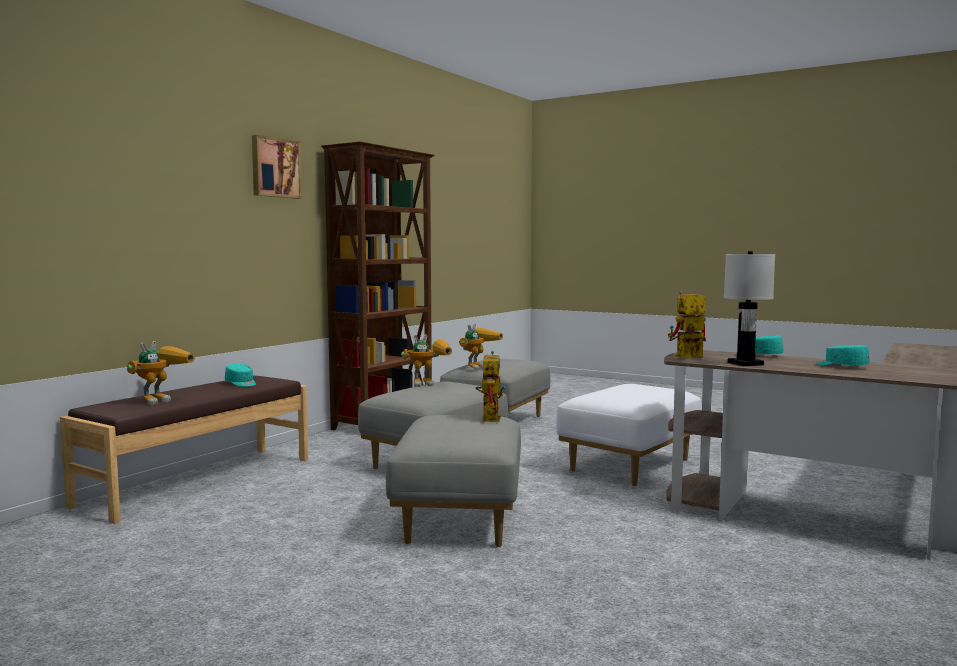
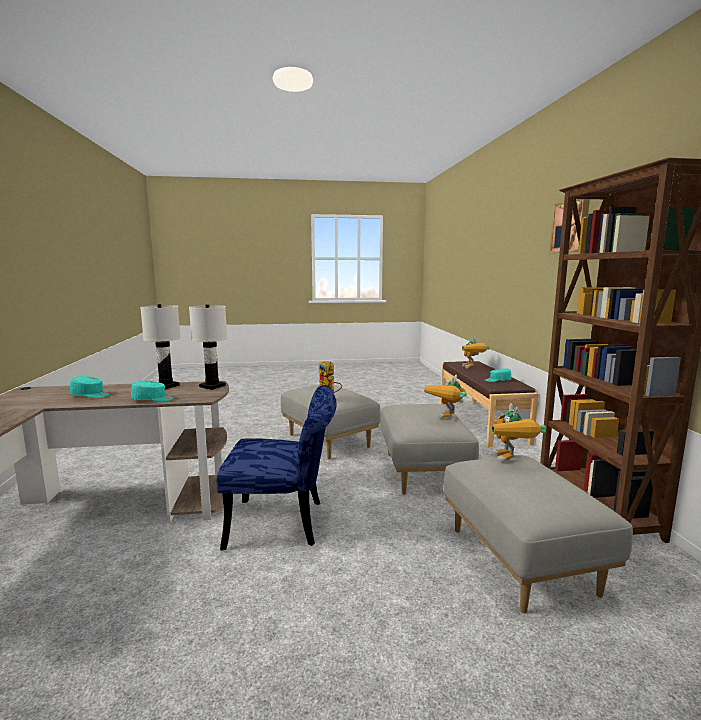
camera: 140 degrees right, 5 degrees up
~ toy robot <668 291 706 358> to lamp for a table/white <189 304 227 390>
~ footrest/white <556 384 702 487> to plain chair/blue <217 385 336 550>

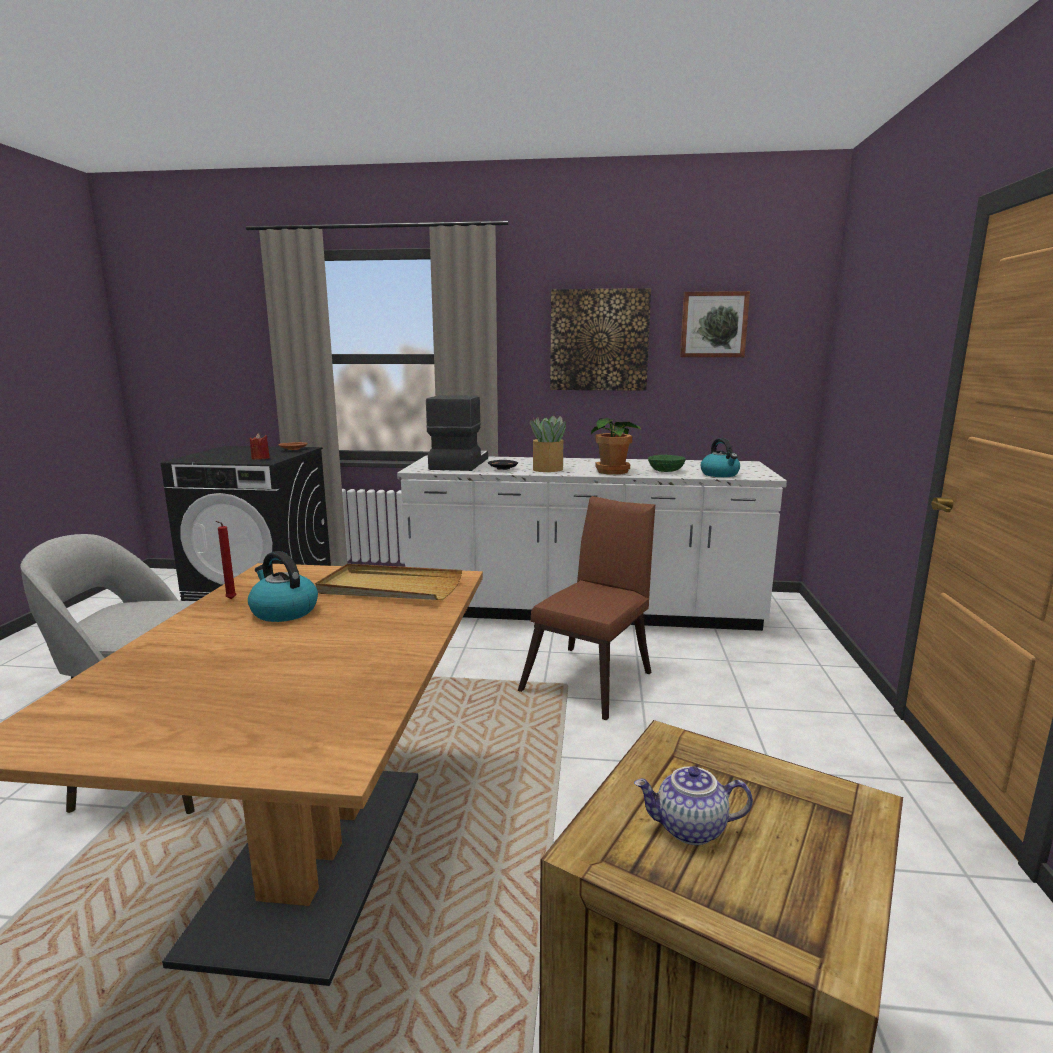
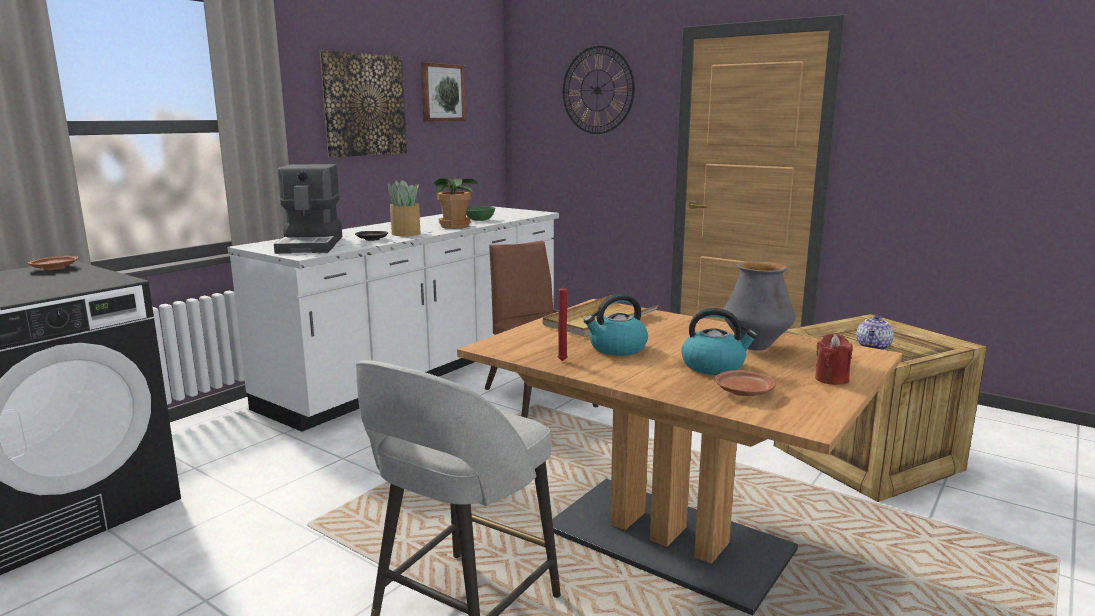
camera: 60 degrees left, 0 degrees up
~ coffee brewer <426 395 488 471> = <274 164 342 254> 135 degrees counterclockwise
~ wax candle/red-coloured <250 433 270 460> to <815 334 853 385>
~ kettle <701 438 740 477> to <681 308 758 375>
+ hanging clock <563 46 635 134>
+ flower vase <724 261 796 351>
+ plate/brown <715 370 776 396>

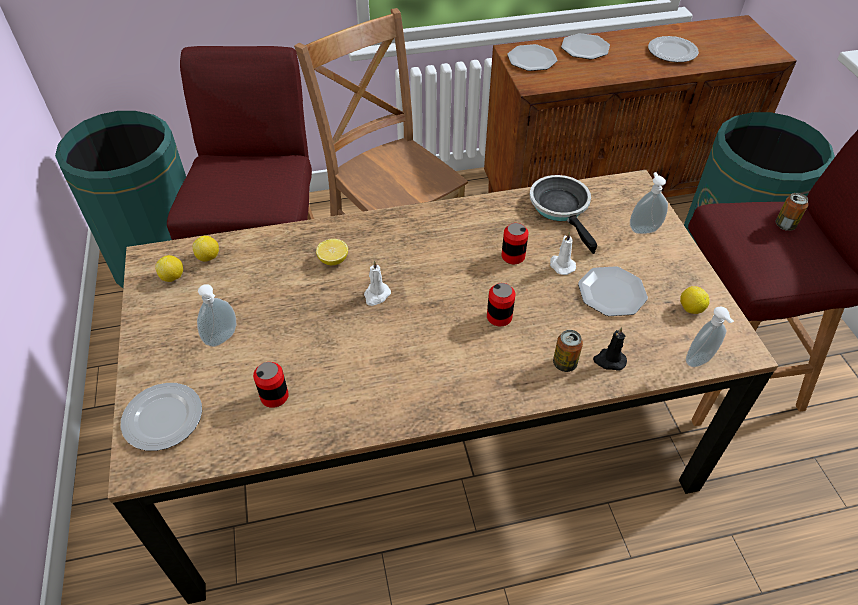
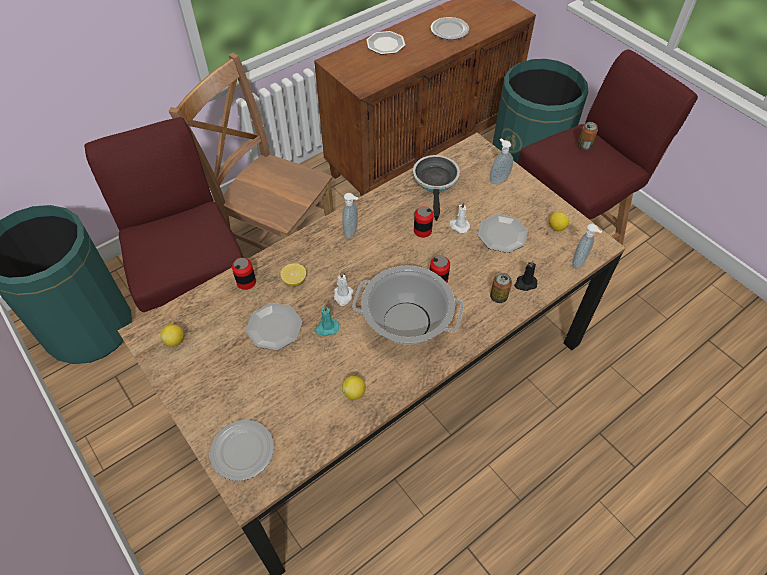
camera: 25 degrees left, 5 degrees up
~ plate <507 44 558 71> to <246 303 303 350>
~ pan <530 175 597 254> = <413 155 460 221> 45 degrees clockwise
~ citrus fruit <192 236 219 262> to <342 376 366 400>
~ soap dispenser <197 284 236 347> to <342 193 358 238>
~ metal can <253 362 289 408> to <232 258 256 290>
+ saucepot <352 265 464 345>
+ wax candle/turquoise <315 306 339 336>

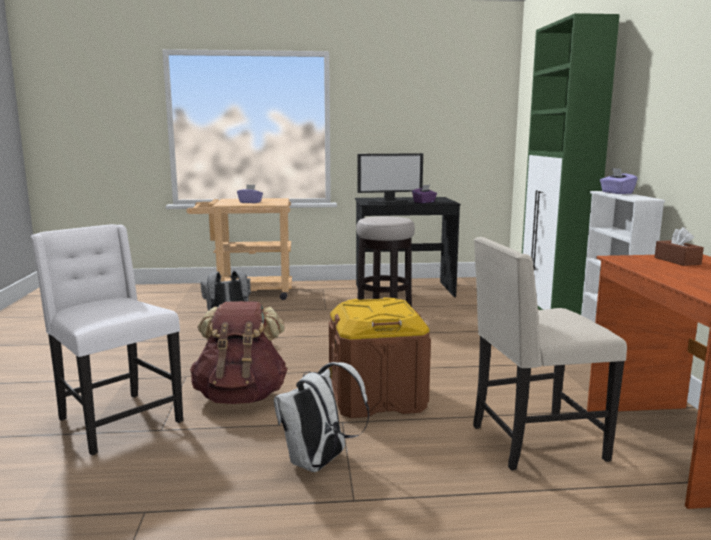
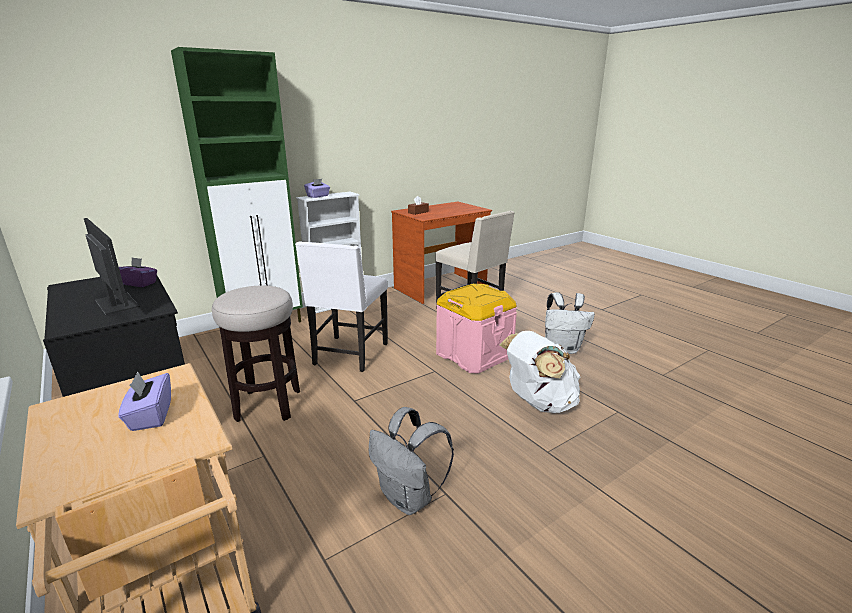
camera: 120 degrees left, 10 degrees up
~ plain chair/white <31 224 183 455> to <295 241 388 372>
~ storage box/brown <329 297 431 418> to storage box/pinkish <436 284 517 374>
~ backpack/brown <190 301 288 404> to backpack/white <500 331 580 413>

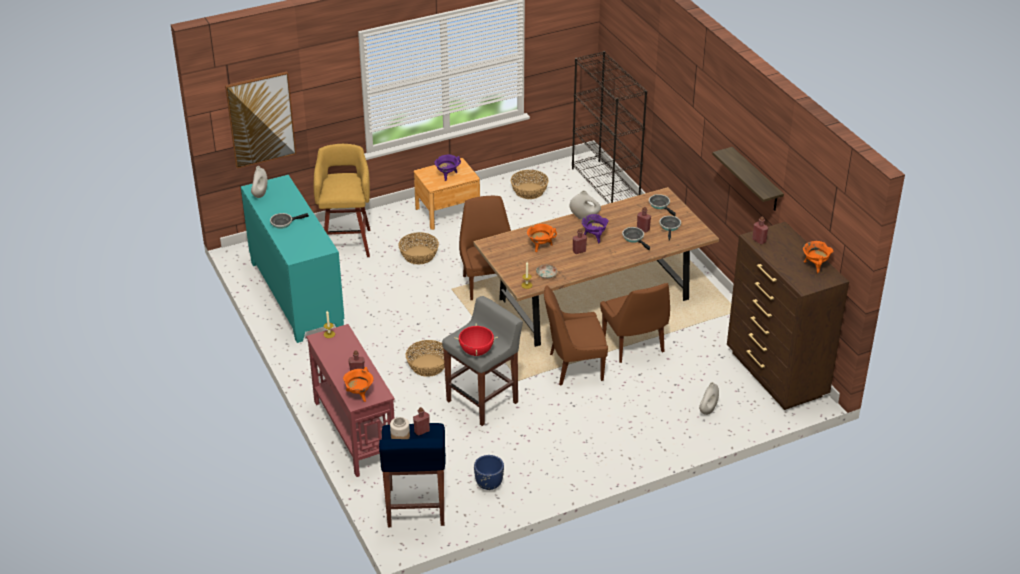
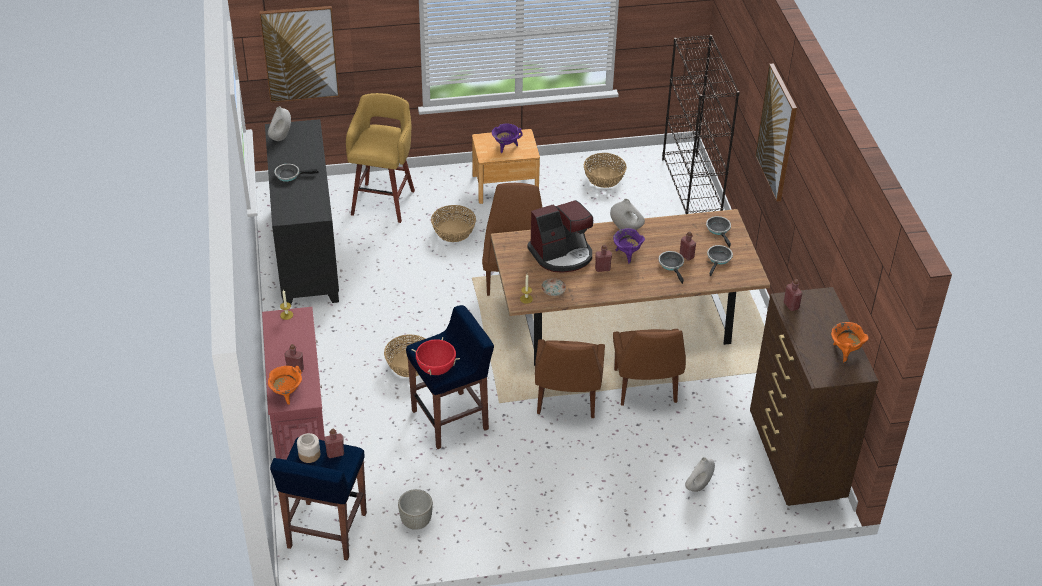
camera: 15 degrees right, 5 degrees up
- shelf <712 147 784 211>
~ cabinet/turquoise <241 175 344 343> to cabinet/black-coloured <265 119 339 304>
~ saucepot/orange <527 224 557 252> to coffee brewer <527 200 593 273>
~ plain chair/brown <544 285 608 386> = <535 339 605 418> 90 degrees counterclockwise
~ sitting stool/gray <442 296 523 426> to sitting stool/blue <406 305 494 449>
~ flower pot/blue <474 455 504 490> to flower pot/gray <398 489 433 530>
+ picture <755 63 797 202>

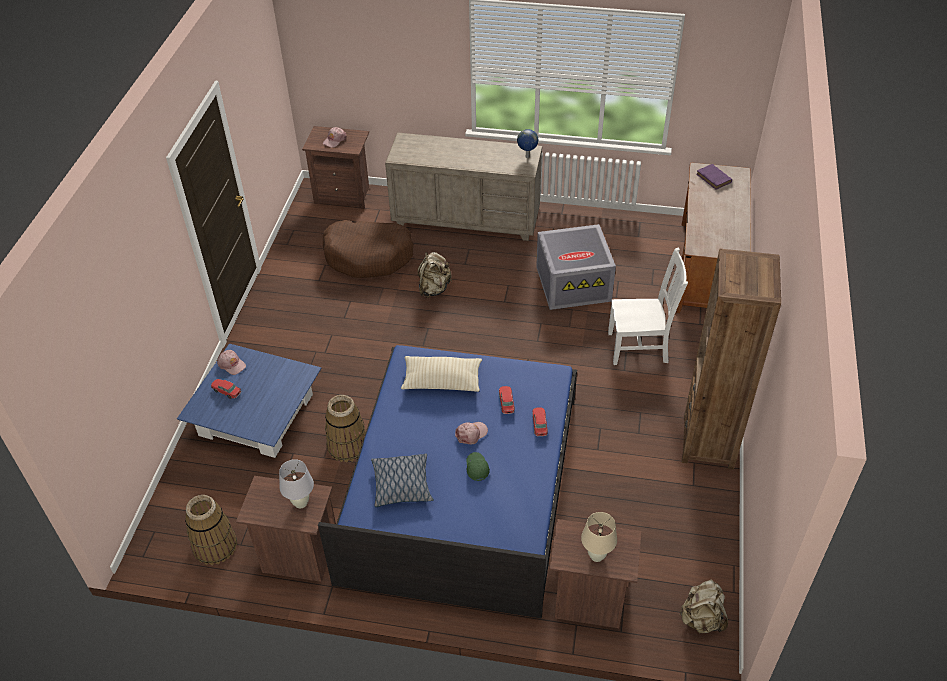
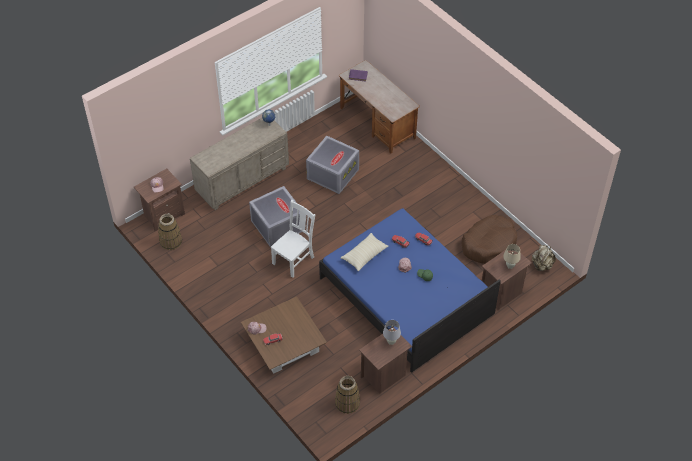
camera: 50 degrees left, 5 degrees up
~ dog cushion/brown <323 220 414 278> to <461 215 517 264>
~ plain chair/white <608 248 688 365> to <271 200 315 278>
- bookshelf/brown <682 249 781 470>
~ backpack/beige <418 252 452 298> to storage box/gray <249 186 302 247>
~ low table/blue <177 344 321 458> to low table/brown <241 296 327 374>
~ basket <325 395 366 462> to <158 214 182 250>
- throw pillow <371 453 434 507>

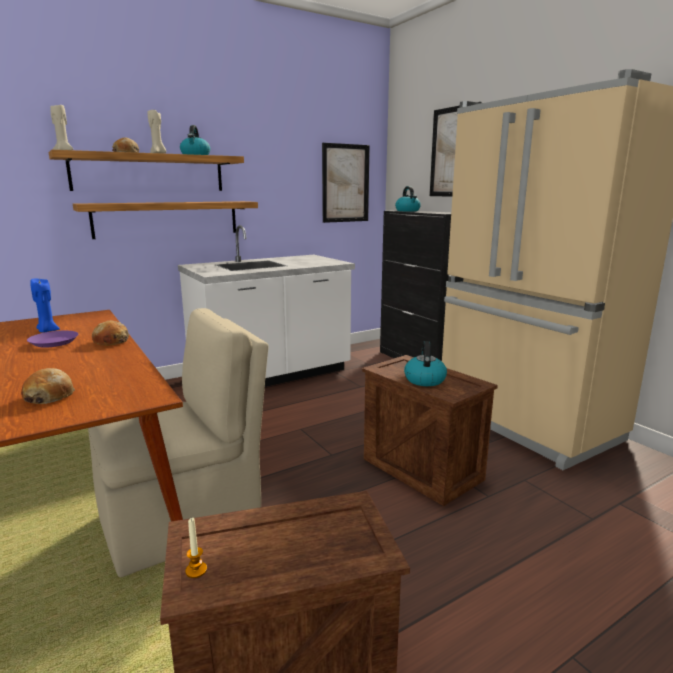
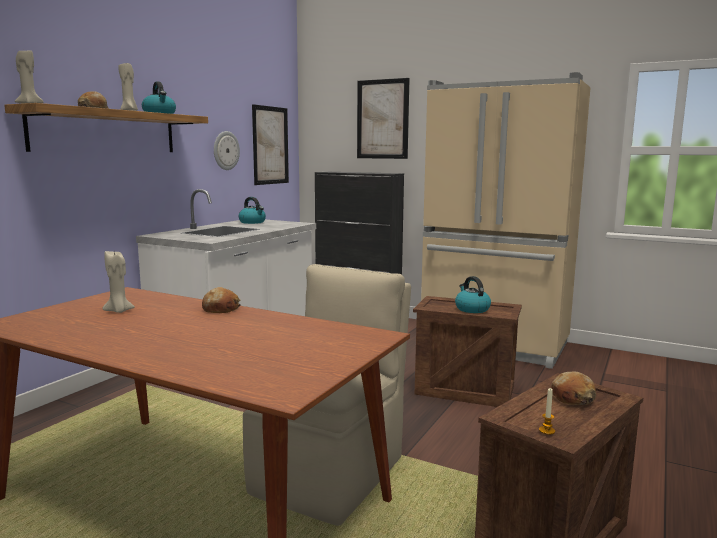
camera: 30 degrees left, 5 degrees down
~ kettle <395 186 421 211> to <239 197 266 224>
- shelf <73 201 258 239>
~ wax candle/blue <30 279 60 333> to wax candle/beige <102 250 135 313>
- plate/purple-coloured <27 331 79 347>
~ bread <21 368 75 404> to <551 372 596 405>
+ hanging clock <214 131 240 170>

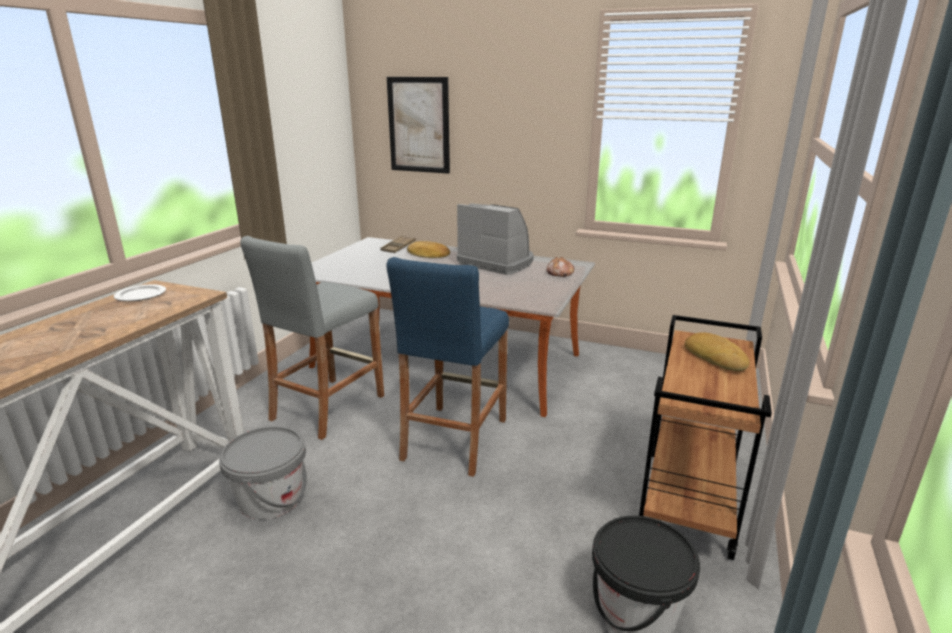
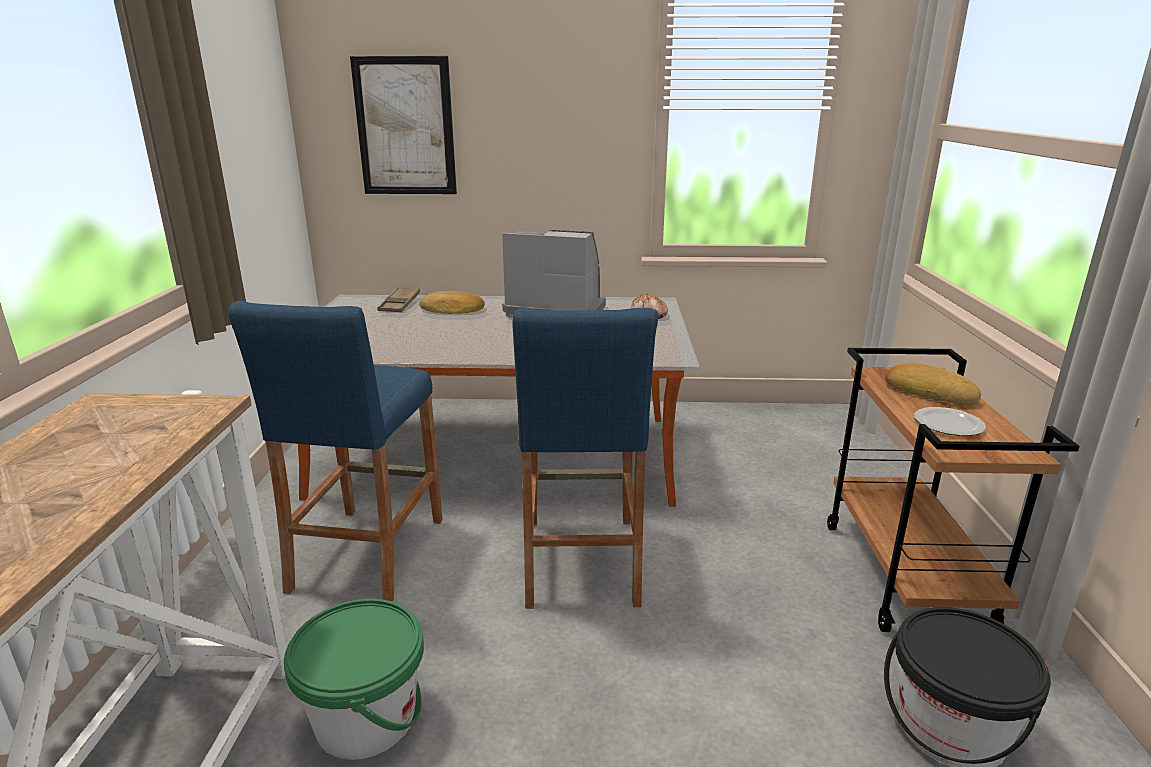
camera: 20 degrees left, 0 degrees up
~ sitting stool/gray <240 236 384 440> to sitting stool/blue <228 300 442 601>
~ plate <114 284 166 301> to <914 407 986 436>
~ water bucket/gray <219 426 307 520> to water bucket/greenish <284 599 424 760>

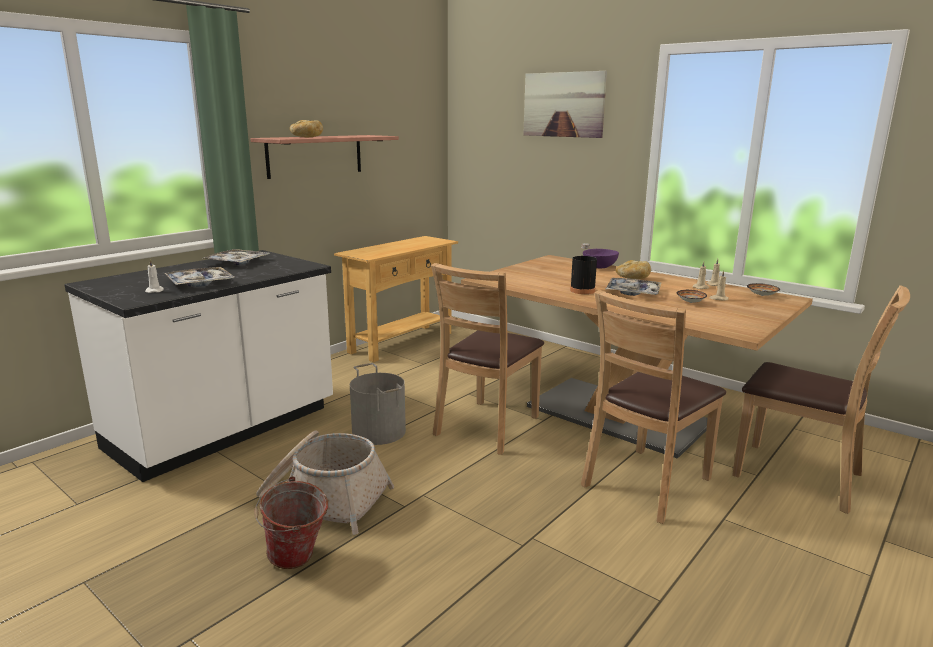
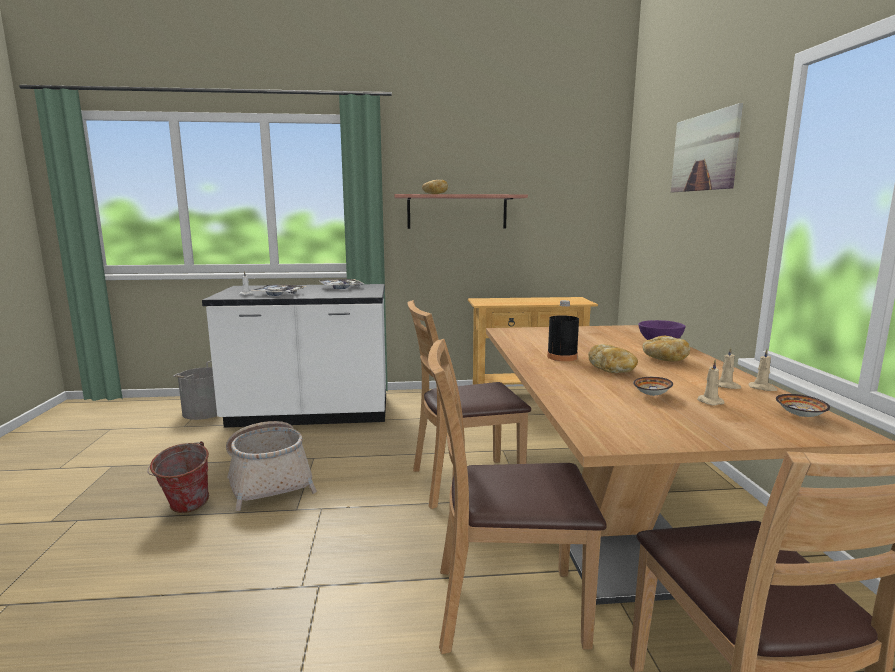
camera: 45 degrees right, 5 degrees down
~ carrying tray <606 278 662 296> to bread <588 344 638 373>
~ water bucket/gray <350 363 406 445> to <173 361 217 420>

